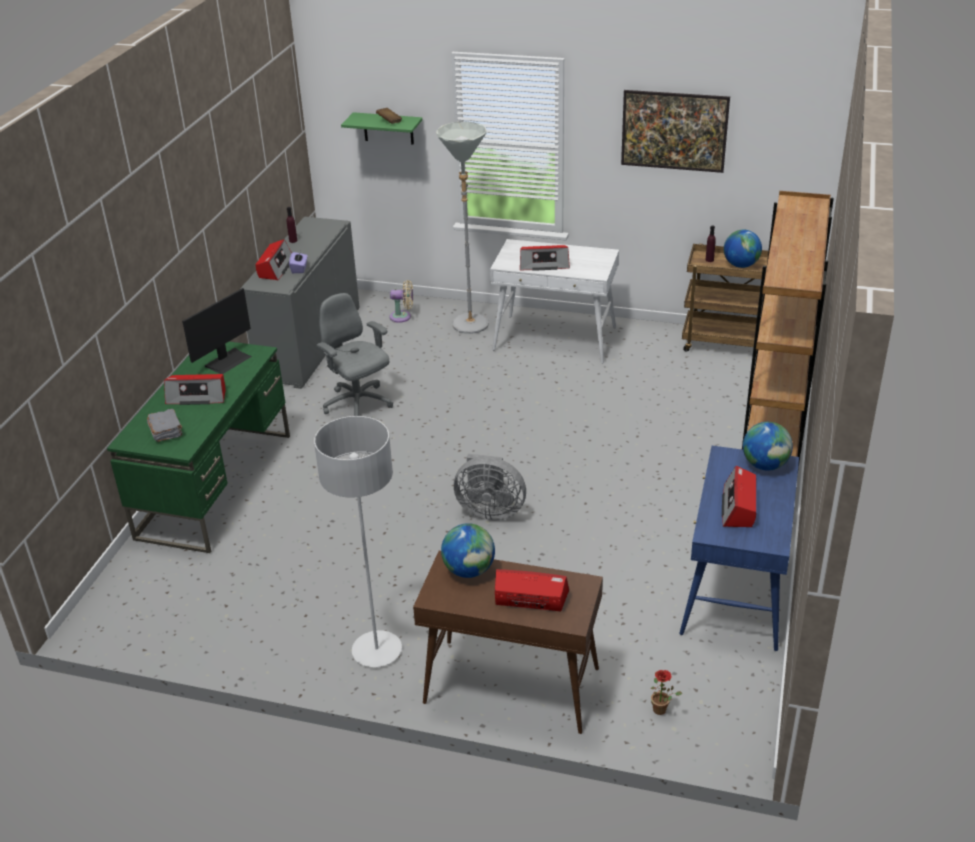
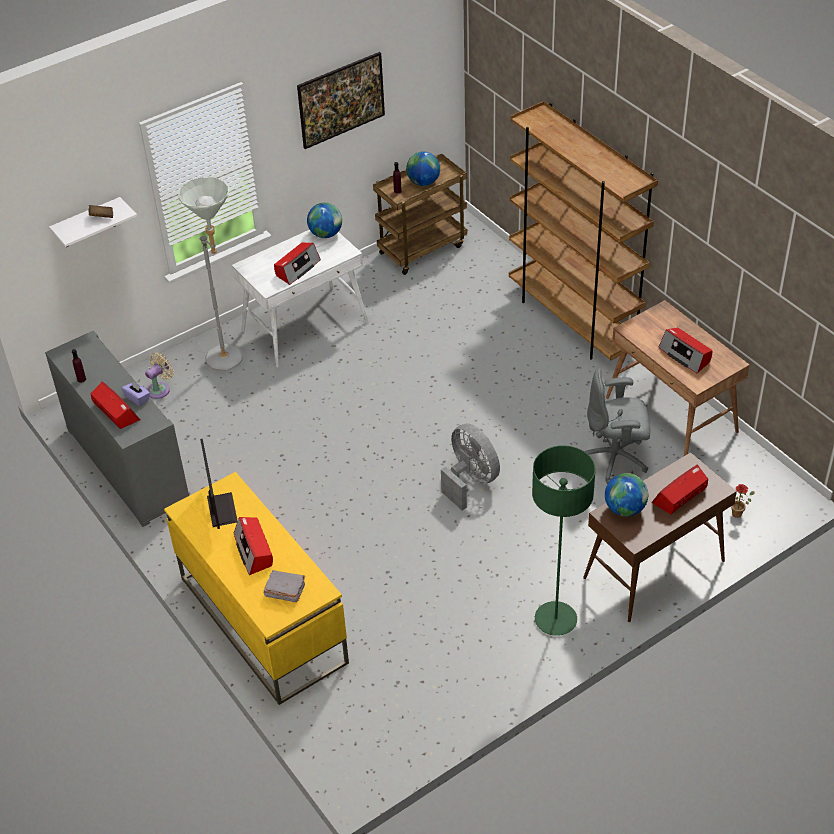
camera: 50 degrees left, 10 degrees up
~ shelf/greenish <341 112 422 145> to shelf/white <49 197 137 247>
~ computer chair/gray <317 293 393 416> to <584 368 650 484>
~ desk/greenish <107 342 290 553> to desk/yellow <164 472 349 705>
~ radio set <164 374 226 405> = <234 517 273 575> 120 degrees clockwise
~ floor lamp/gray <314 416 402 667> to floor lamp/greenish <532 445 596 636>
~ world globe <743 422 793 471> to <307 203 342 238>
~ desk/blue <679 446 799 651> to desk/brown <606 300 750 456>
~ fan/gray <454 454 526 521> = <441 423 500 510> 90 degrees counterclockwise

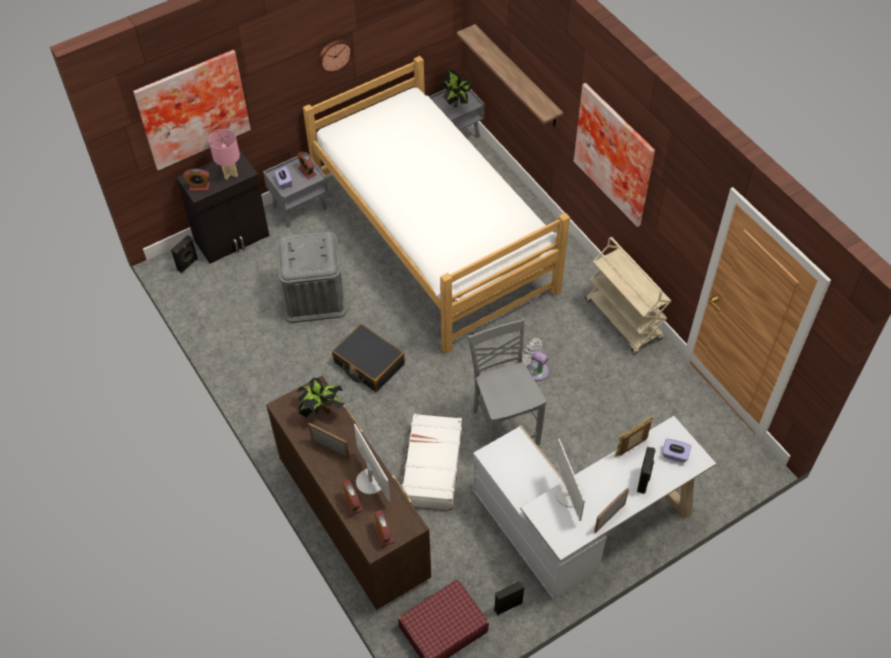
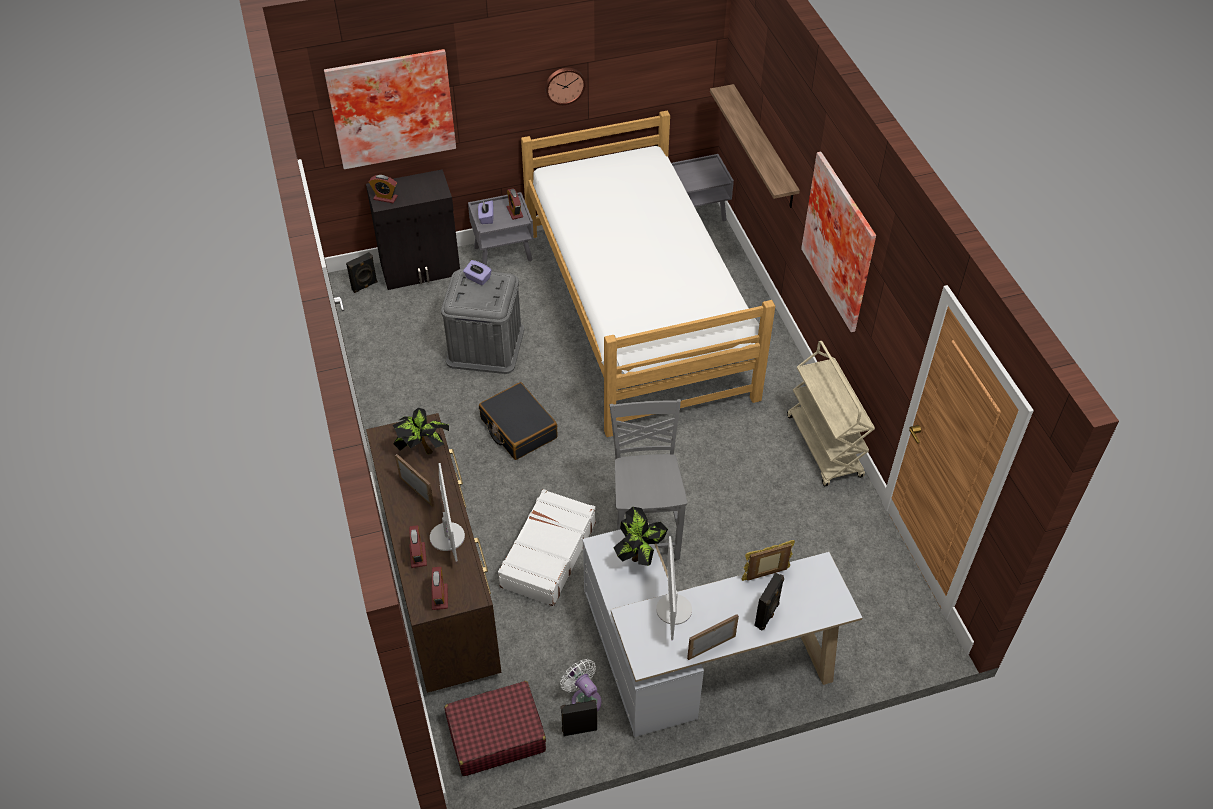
camera: 15 degrees right, 5 degrees down
~ plant in a pot <442 70 472 108> to <613 507 668 566>
- lamp for a table/pinkish <209 129 240 180>
~ fan/white <522 338 549 381> to <560 659 602 712>
~ tissue box/purple-coloured <662 439 691 463> to <463 260 492 285>

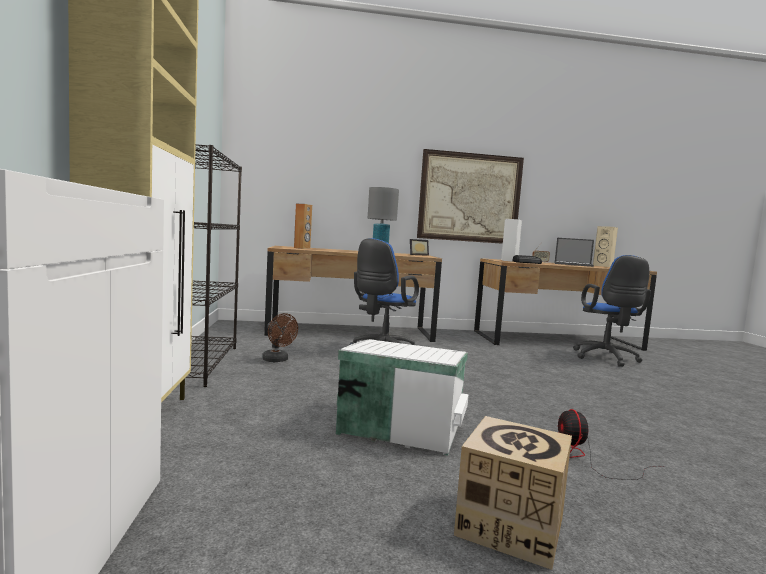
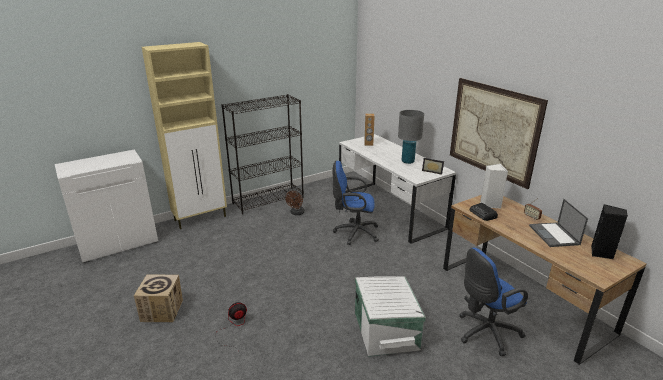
camera: 65 degrees right, 20 degrees up
~ loudspeaker/beige <593 226 618 267> to loudspeaker/black-coloured <591 204 628 259>
~ desk/brown <264 246 442 342> to desk/white <339 134 456 244>
~ storage box/white <336 339 469 456> to <355 276 426 357>

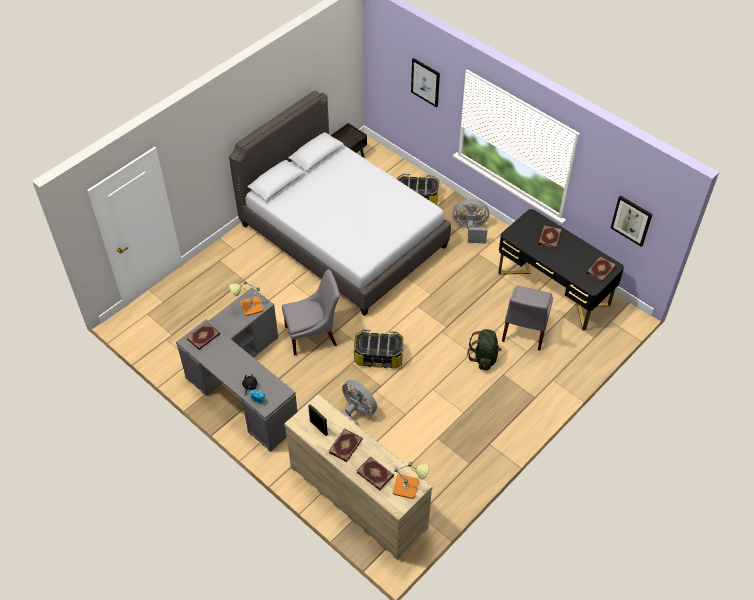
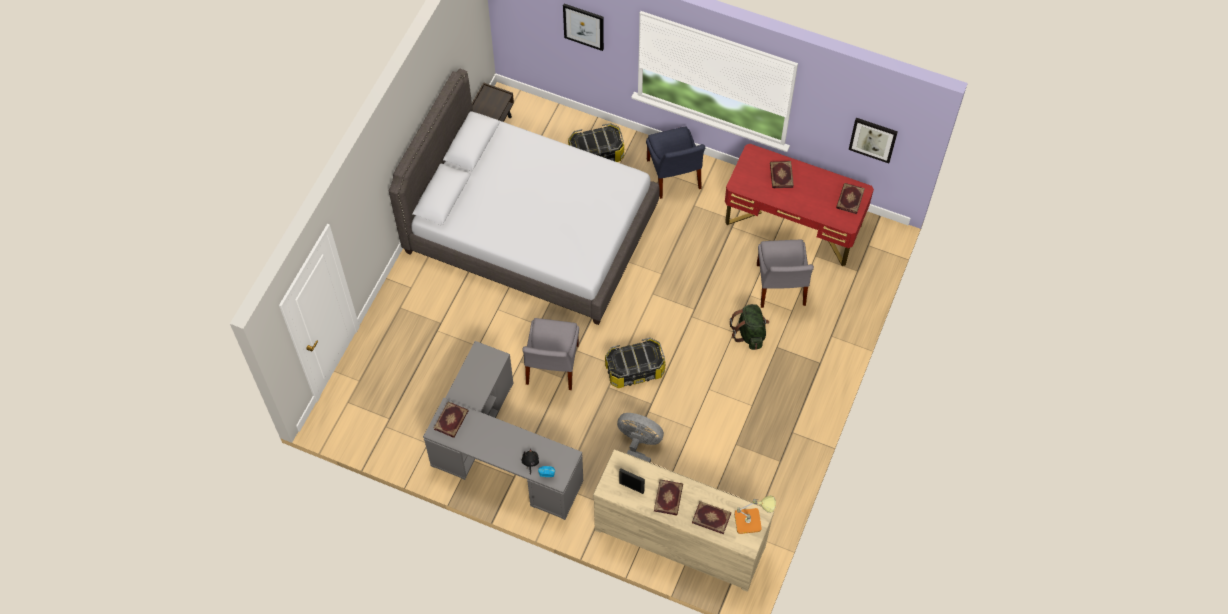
camera: 20 degrees left, 10 degrees up
~ fan/gray <453 199 489 244> to plain chair/blue <646 126 705 199>
~ desk/black-coloured <498 209 624 330> to desk/red-coloured <725 144 874 266>
~ plain chair/gray <282 269 340 356> = <522 318 579 390> 135 degrees clockwise
- lamp for a table <229 280 263 316>

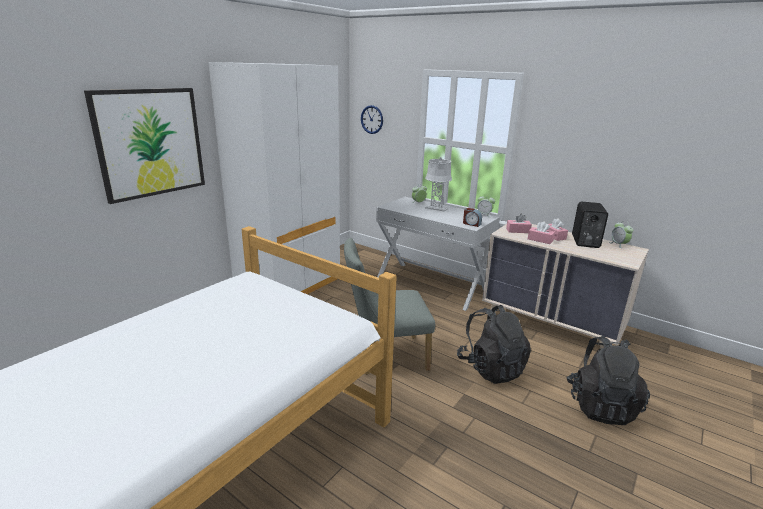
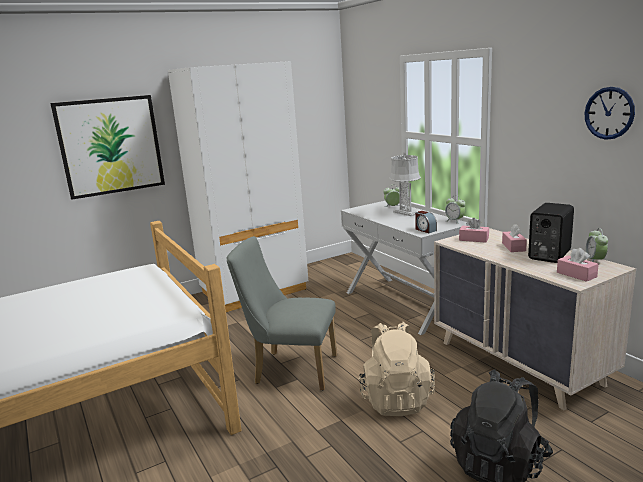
camera: 25 degrees right, 5 degrees down
~ hanging clock <361 105 383 134> to <584 87 635 140>
~ tissue box/pinkish <528 221 555 244> to <557 248 599 282>
~ backpack/black-coloured <457 304 531 384> to backpack/beige <359 322 435 416>

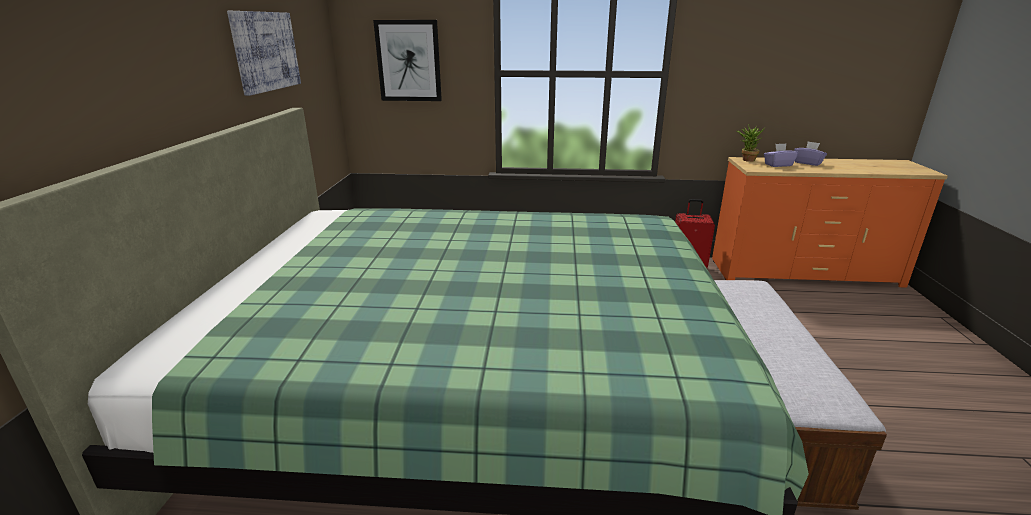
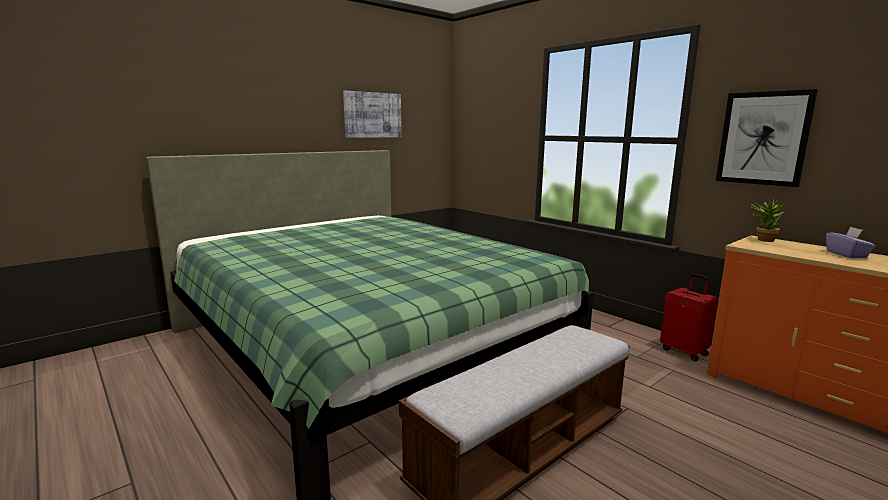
camera: 45 degrees right, 10 degrees down
~ picture <373 20 442 101> to <716 89 818 187>
- tissue box/purple-coloured <764 143 798 167>

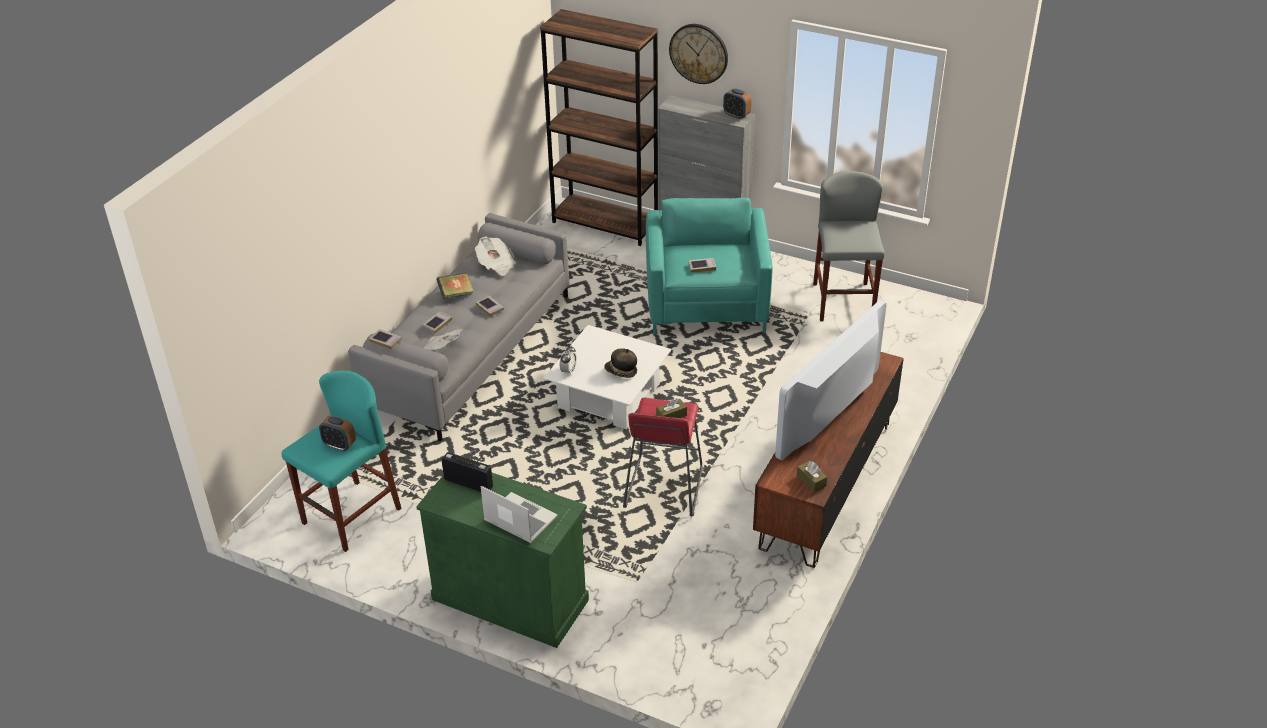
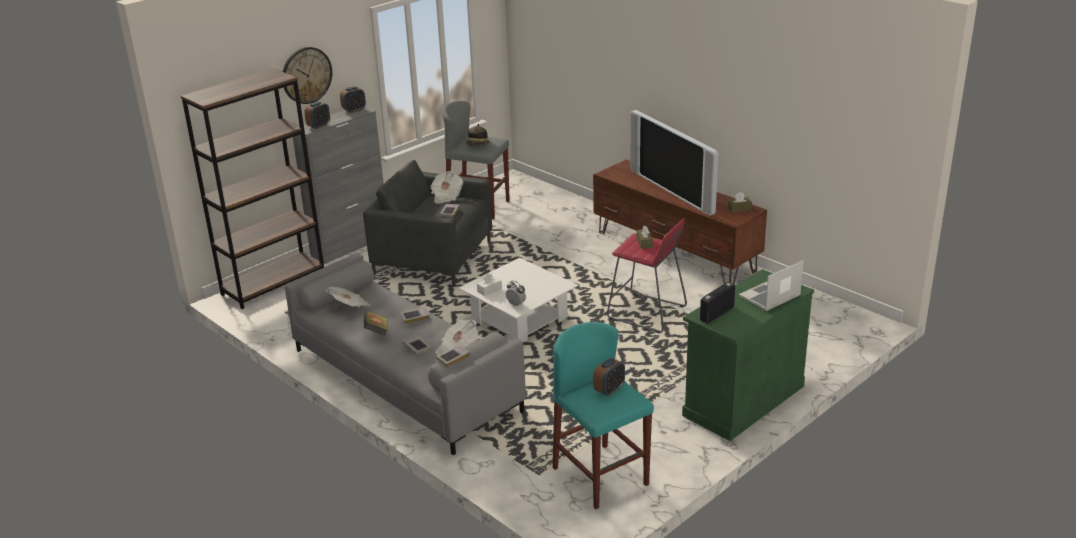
camera: 70 degrees left, 10 degrees down
~ armchair/turquoise <646 198 773 335> to armchair/gray <363 160 492 287>
~ wearable hat <604 348 637 378> to <466 124 490 146>
+ bedside clock <304 101 330 129>
+ daily paper <430 171 463 204>
+ tissue box/white <477 273 502 296>

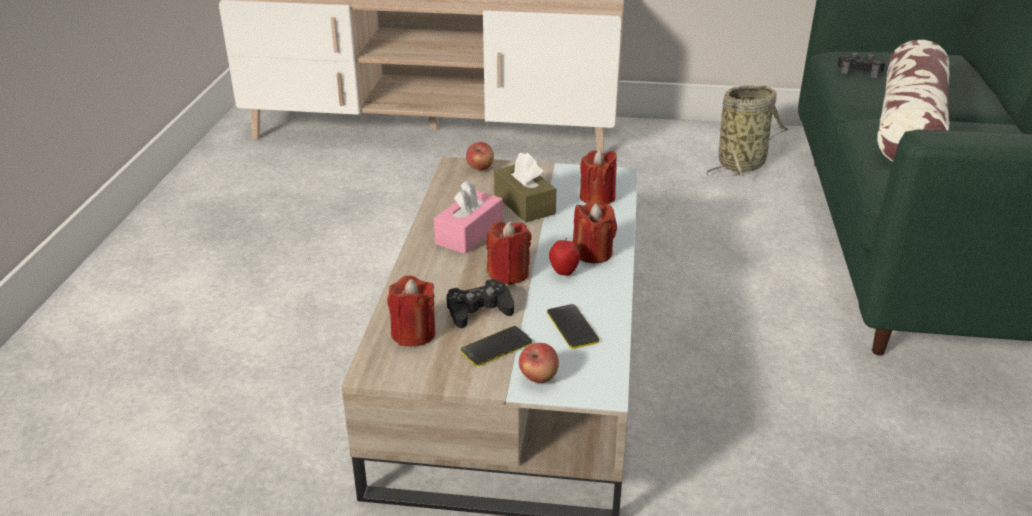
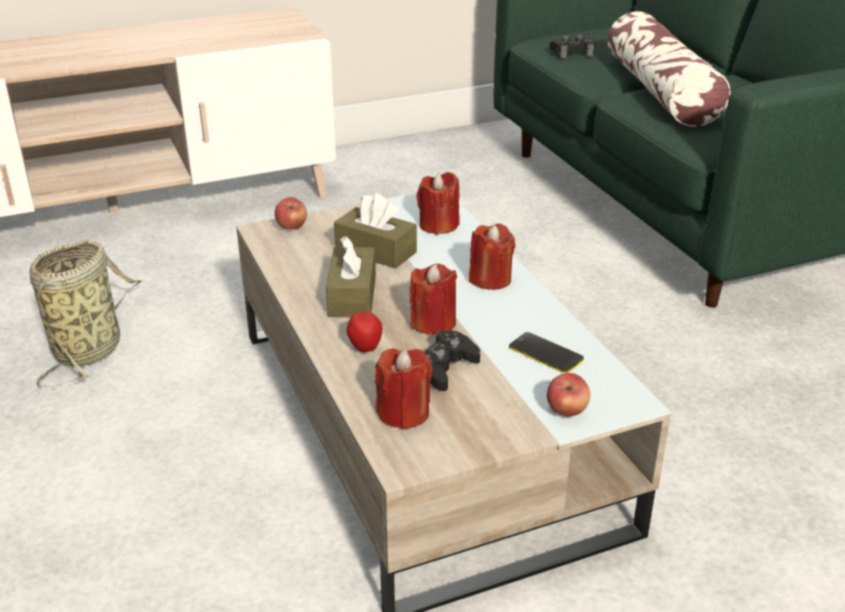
camera: 30 degrees left, 0 degrees up
~ basket <706 85 788 177> to <29 240 142 387>
~ tissue box/pinkish <434 180 503 254> to tissue box/brown <326 236 376 317>
~ apple fruit <549 238 580 276> to <347 308 382 352>
- telephone <461 326 532 367>

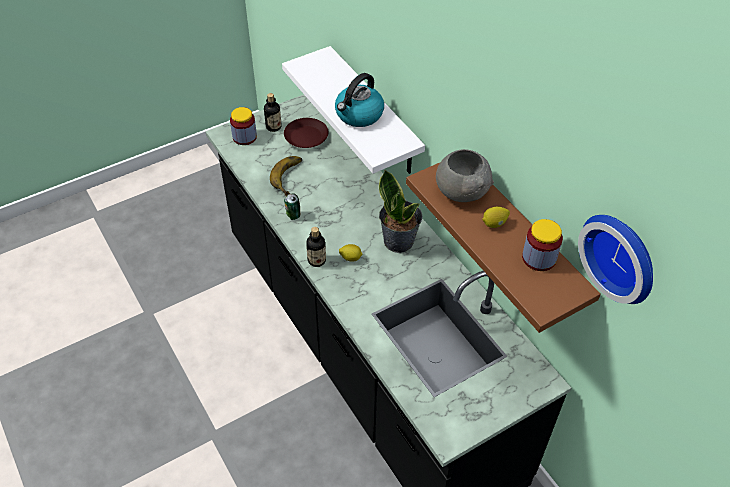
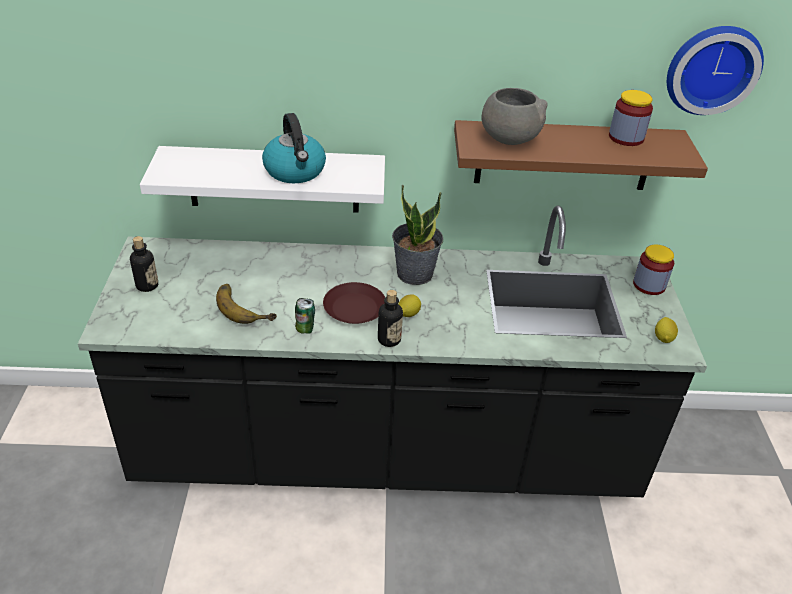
camera: 60 degrees left, 10 degrees down
~ storage jar <230 107 257 145> to <633 245 674 295>
~ plate/brown <284 118 329 148> to <323 282 385 324>
~ citrus fruit <483 207 510 228> to <655 317 678 343>

